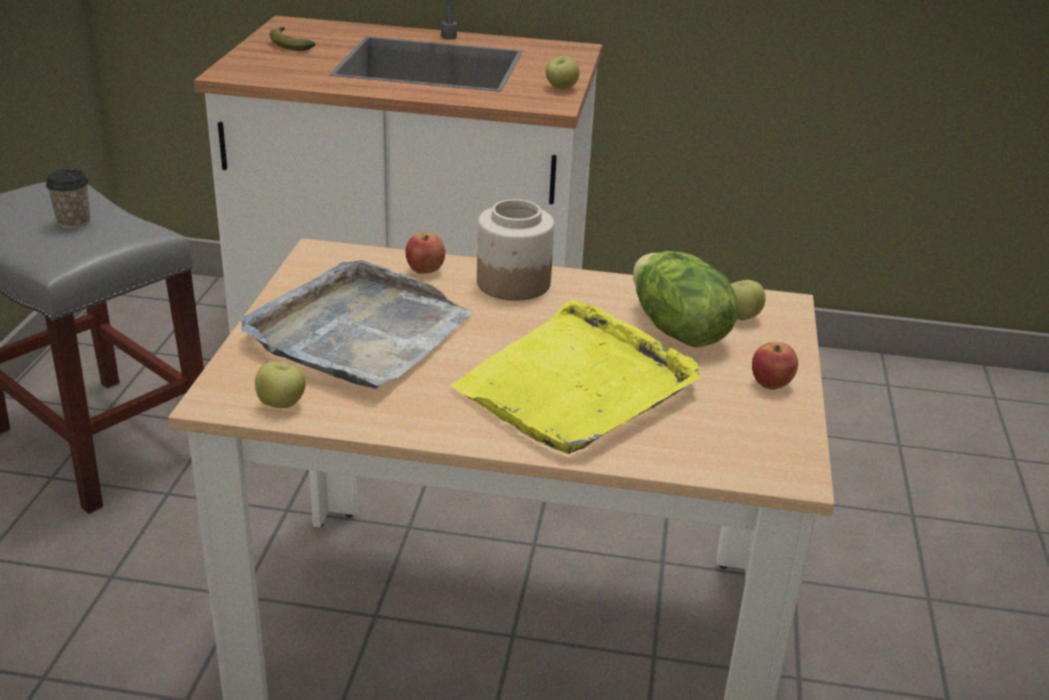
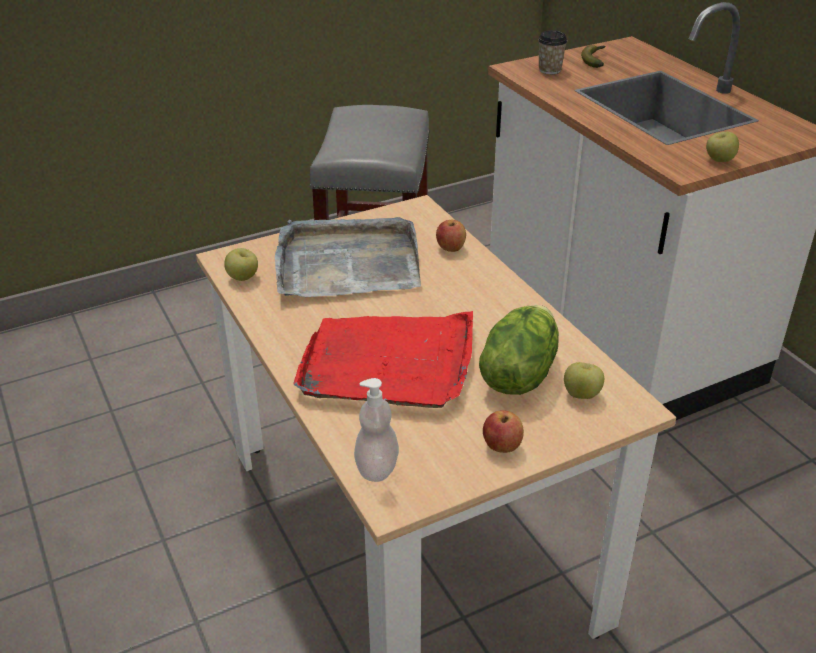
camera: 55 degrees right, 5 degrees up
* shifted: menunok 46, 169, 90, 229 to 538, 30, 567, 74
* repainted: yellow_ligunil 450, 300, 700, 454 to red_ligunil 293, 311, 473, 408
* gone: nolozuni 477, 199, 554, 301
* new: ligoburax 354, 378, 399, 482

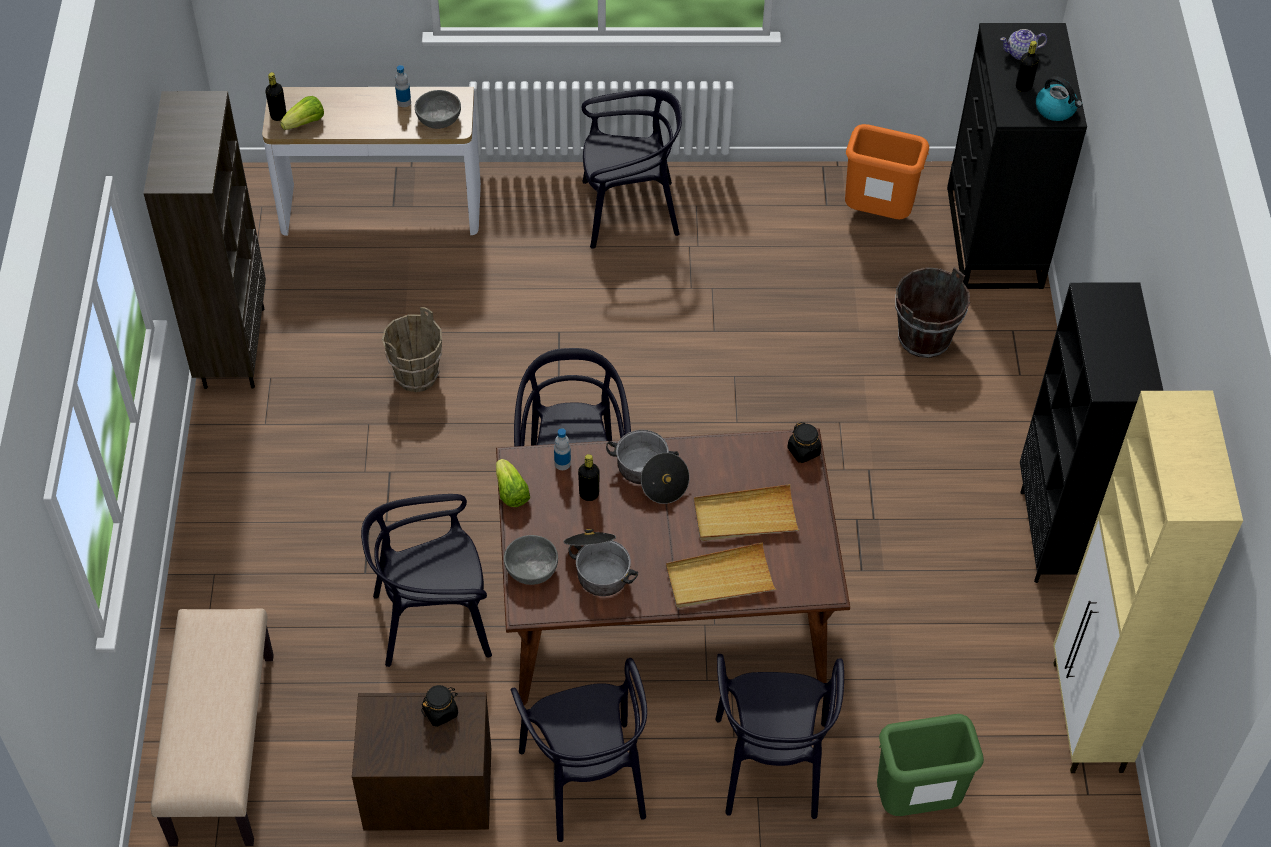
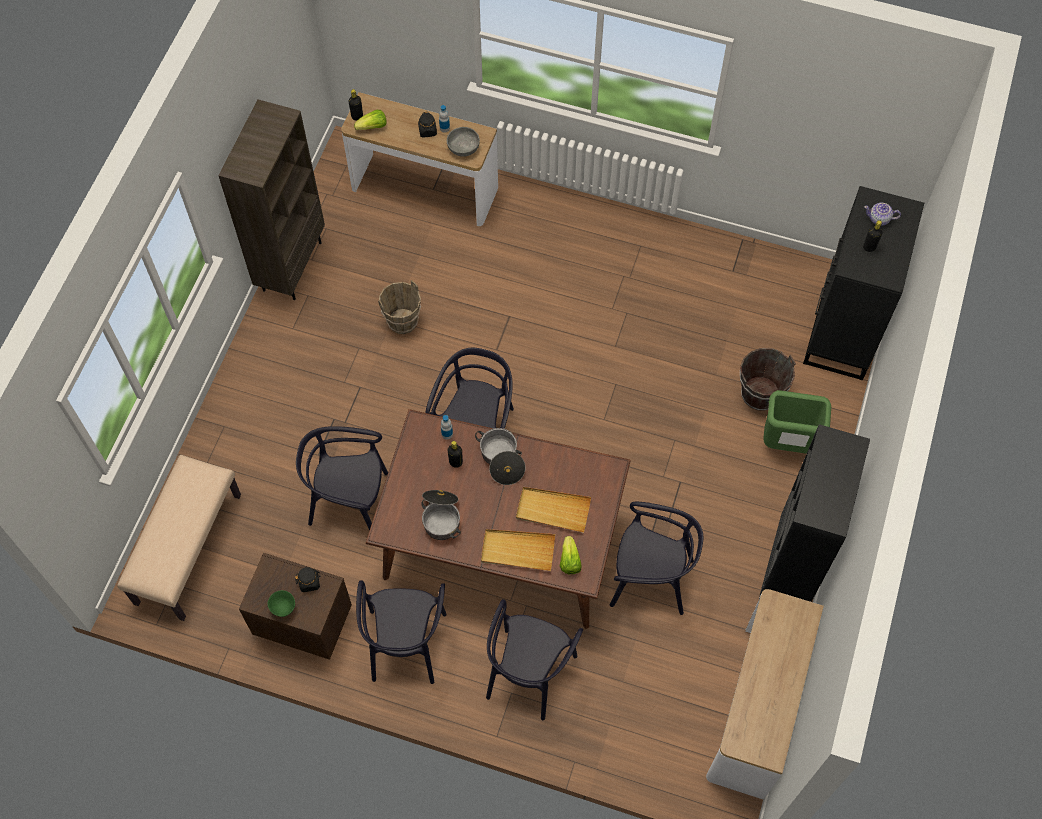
camera: 20 degrees right, 10 degrees up
* shifted: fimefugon 496, 459, 530, 507 to 560, 536, 582, 574
* gone: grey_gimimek 504, 535, 558, 585
* shifted: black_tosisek 582, 89, 682, 249 to 609, 502, 703, 615
* shifted: black_nolozuni 787, 422, 821, 463 to 418, 112, 437, 138
* gone: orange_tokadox 845, 124, 929, 219
* shifted: green_tokadox 877, 714, 984, 816 to 763, 390, 831, 453
* gone: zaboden 1036, 76, 1082, 121
* swapped: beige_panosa 1053, 391, 1243, 773 to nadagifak 706, 589, 824, 799
* new: green_gimimek 268, 590, 295, 617

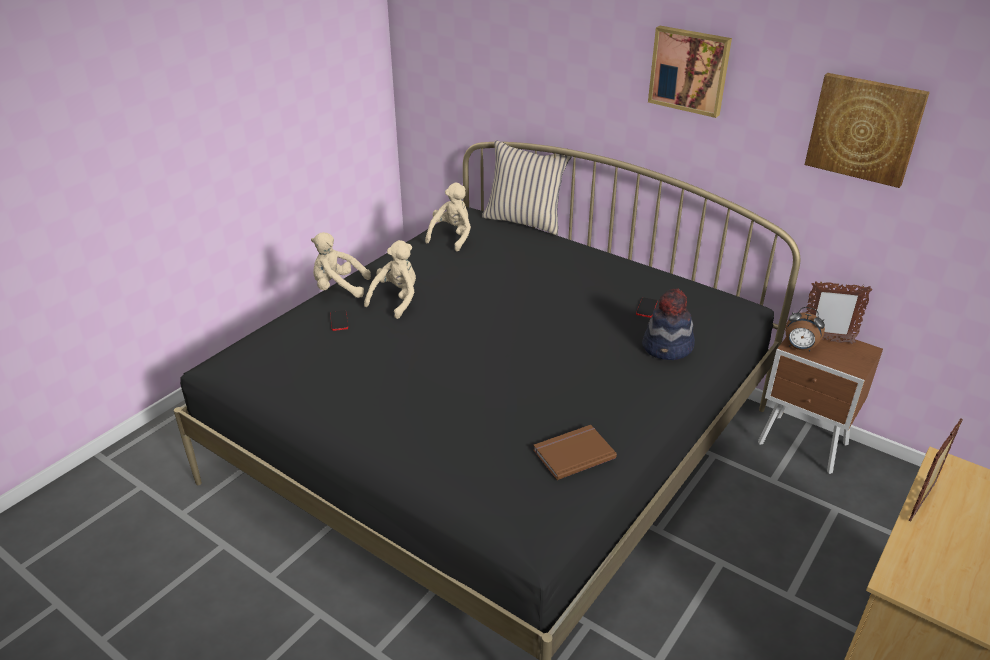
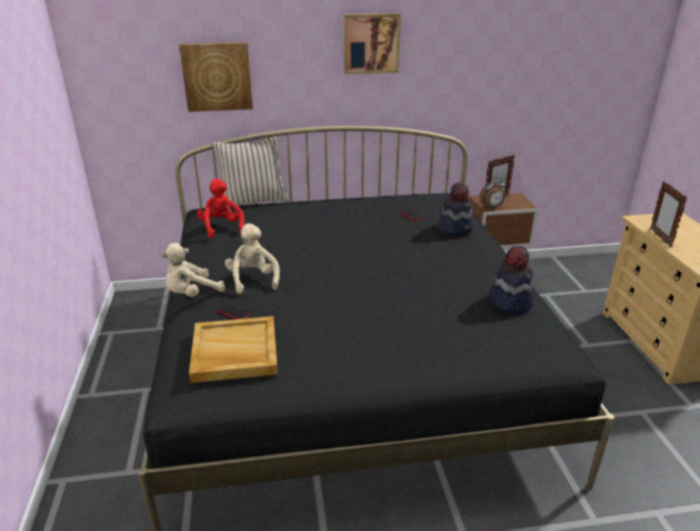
camera: 45 degrees left, 5 degrees down
* repainted: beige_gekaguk 425, 182, 471, 252 to red_gekaguk 197, 179, 244, 238
* swapped: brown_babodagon 534, 425, 617, 480 to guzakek 489, 246, 534, 314
* shifted: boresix 805, 73, 930, 188 to 179, 42, 253, 112
* new: beige_ligunil 189, 316, 278, 383

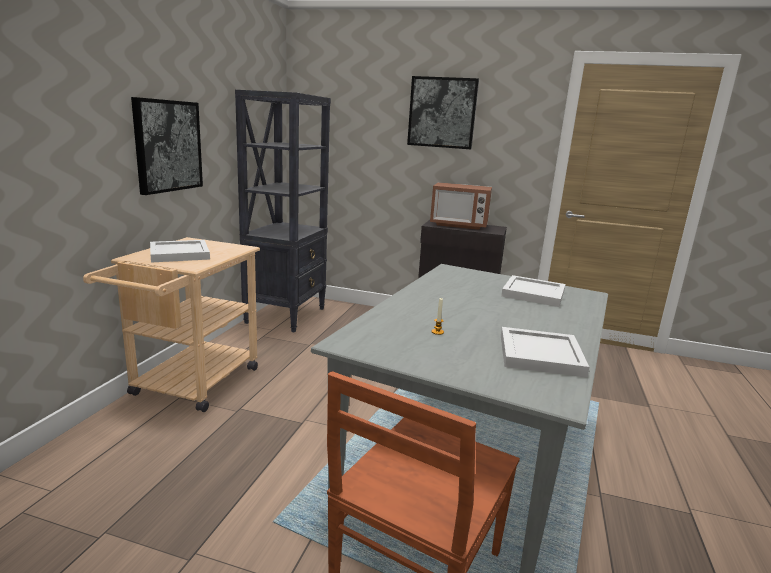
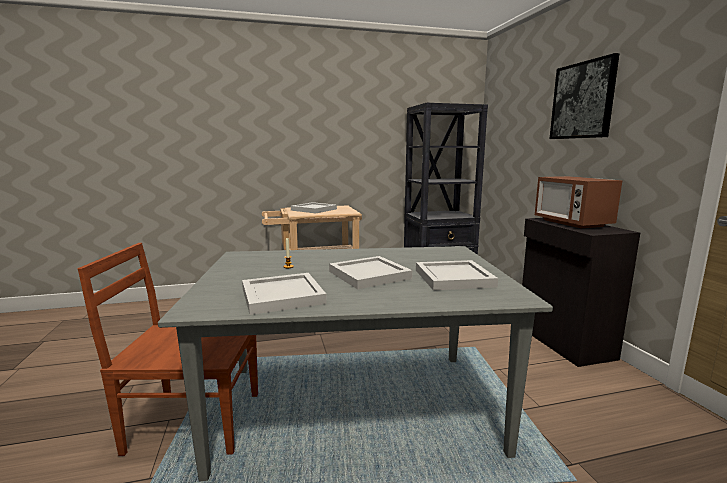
camera: 60 degrees right, 5 degrees down
* gone: boresix 131, 97, 203, 195
* new: white_ligunil 329, 256, 412, 289

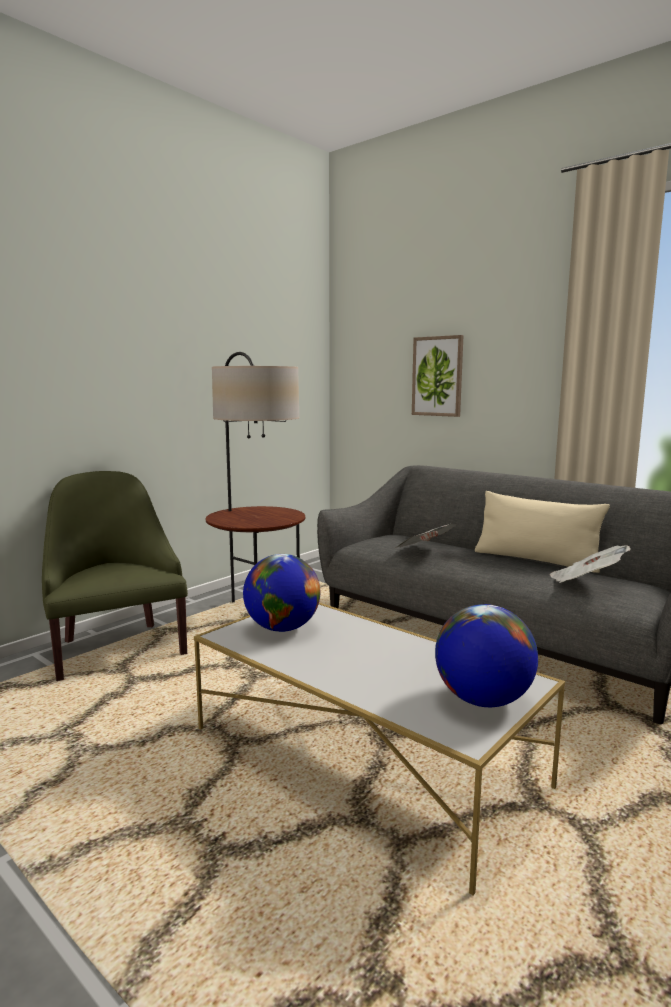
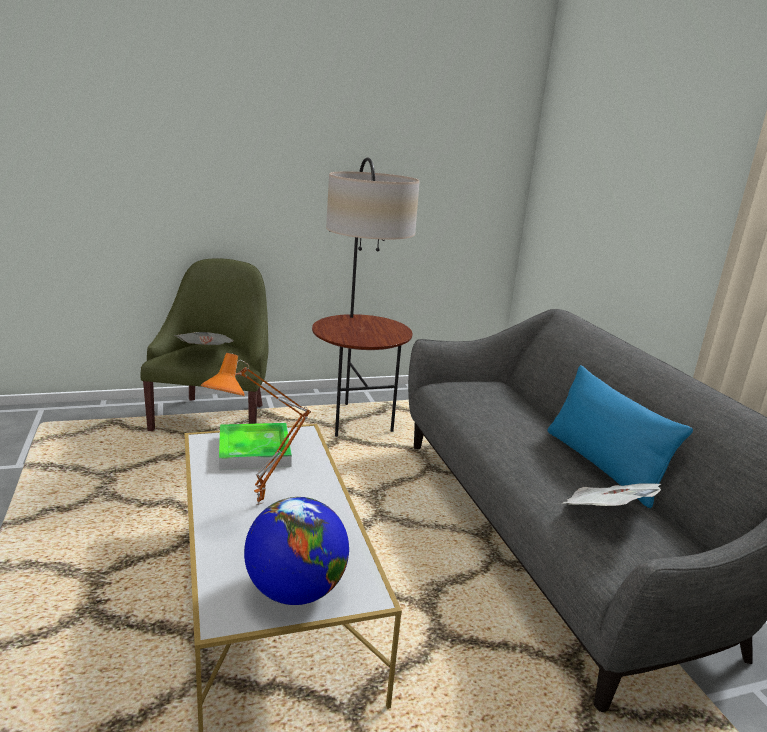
camera: 30 degrees right, 10 degrees up
* swapped: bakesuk 243, 554, 320, 632 to ligunil 219, 423, 292, 470
* shifted: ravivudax 396, 524, 456, 548 to 174, 332, 234, 345
* gone: boresix 412, 335, 464, 417
* repainted: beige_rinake 475, 491, 610, 573 to blue_rinake 547, 365, 693, 508
* new: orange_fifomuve 201, 353, 311, 505

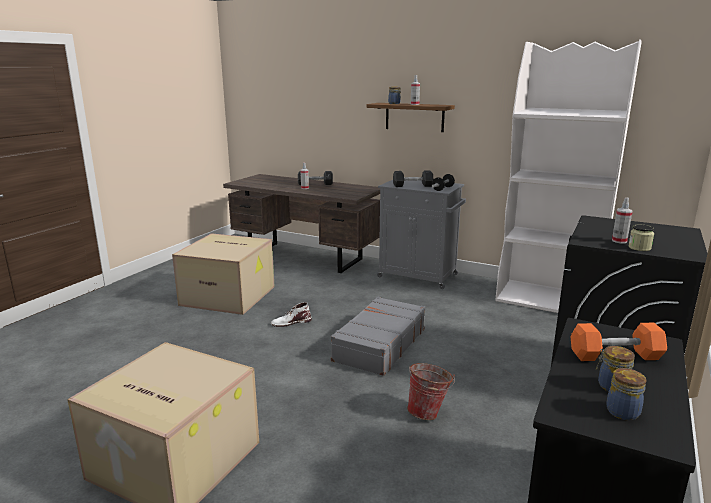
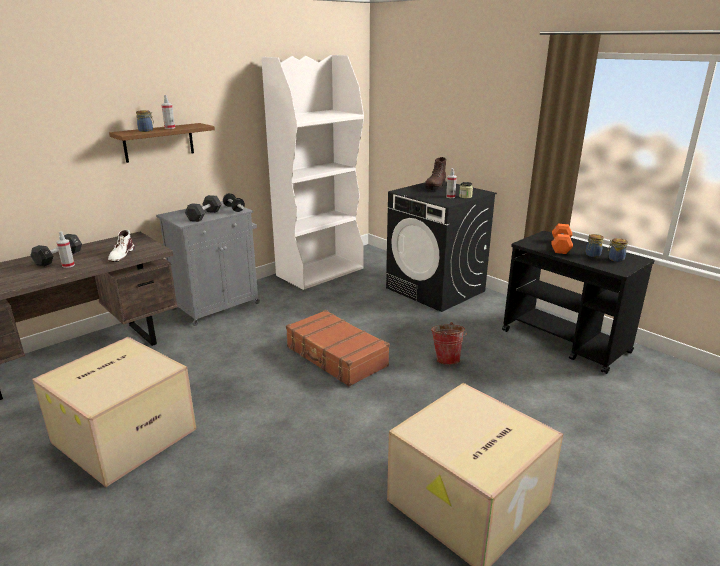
camera: 70 degrees left, 5 degrees up
* shifted: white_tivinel 271, 302, 312, 327 to 108, 230, 135, 262
* repainted: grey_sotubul 331, 297, 425, 376 to brown_sotubul 286, 310, 390, 387
* new: brown_tivinel 425, 157, 446, 190

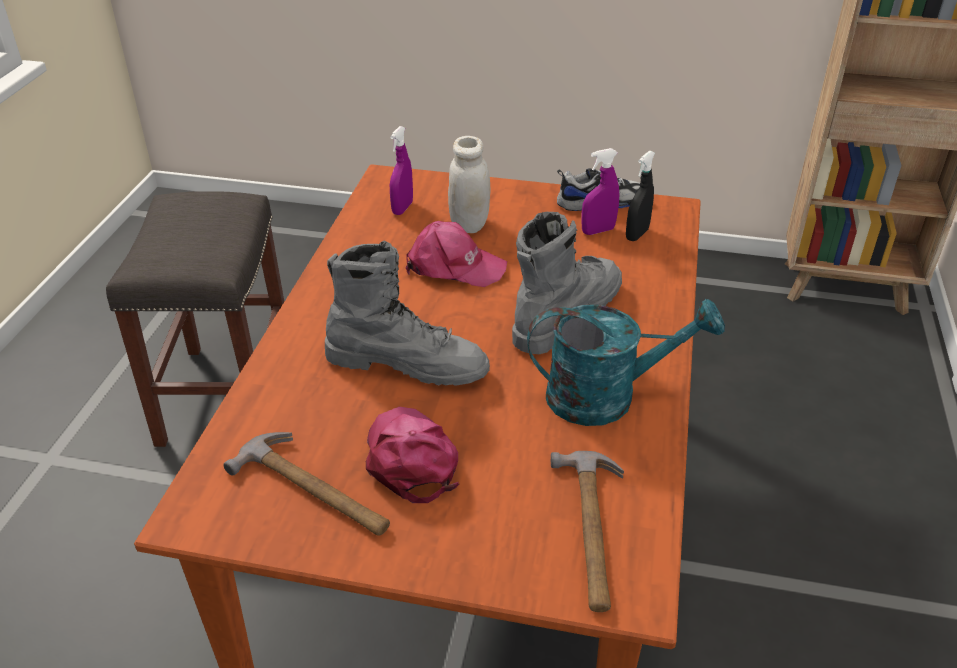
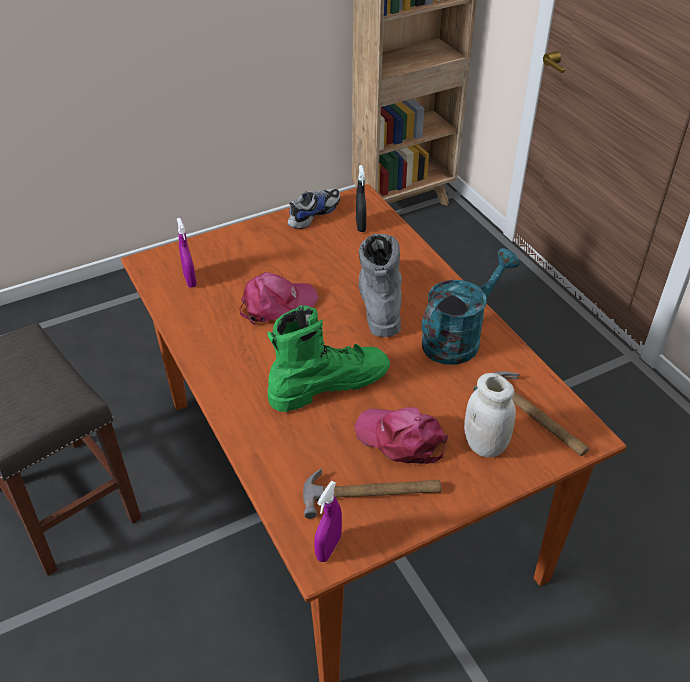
camera: 40 degrees left, 5 degrees up
* repainted: grey_tivinel 325, 240, 490, 386 to green_tivinel 267, 306, 390, 412
* shifted: white_nolozuni 448, 136, 491, 233 to 464, 373, 516, 457
* shifted: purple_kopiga 582, 148, 619, 235 to 314, 481, 342, 562

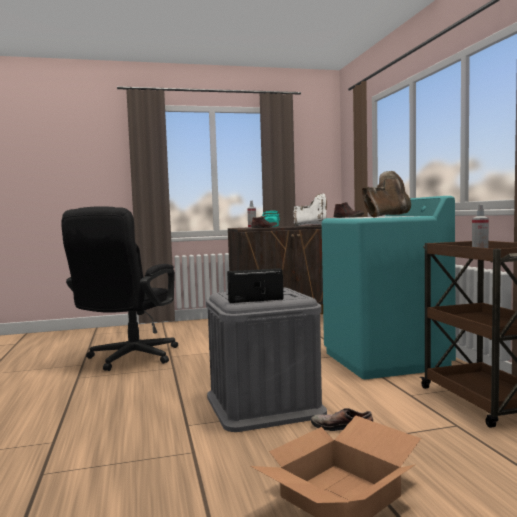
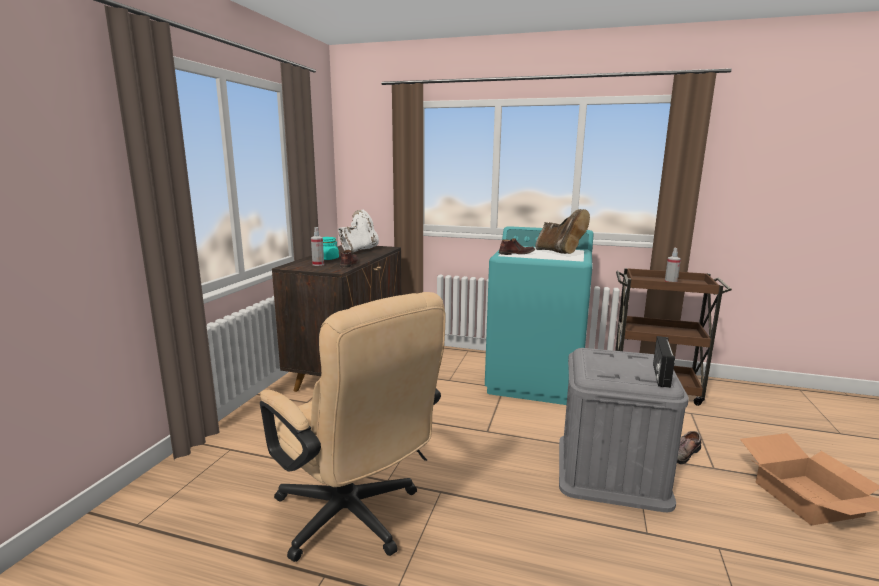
camera: 60 degrees left, 10 degrees up
* repainted: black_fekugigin 61, 206, 178, 371 to beige_fekugigin 260, 292, 446, 562
* rotated: brown_tivinel 362, 171, 411, 218 = 535, 209, 590, 254 150 degrees clockwise

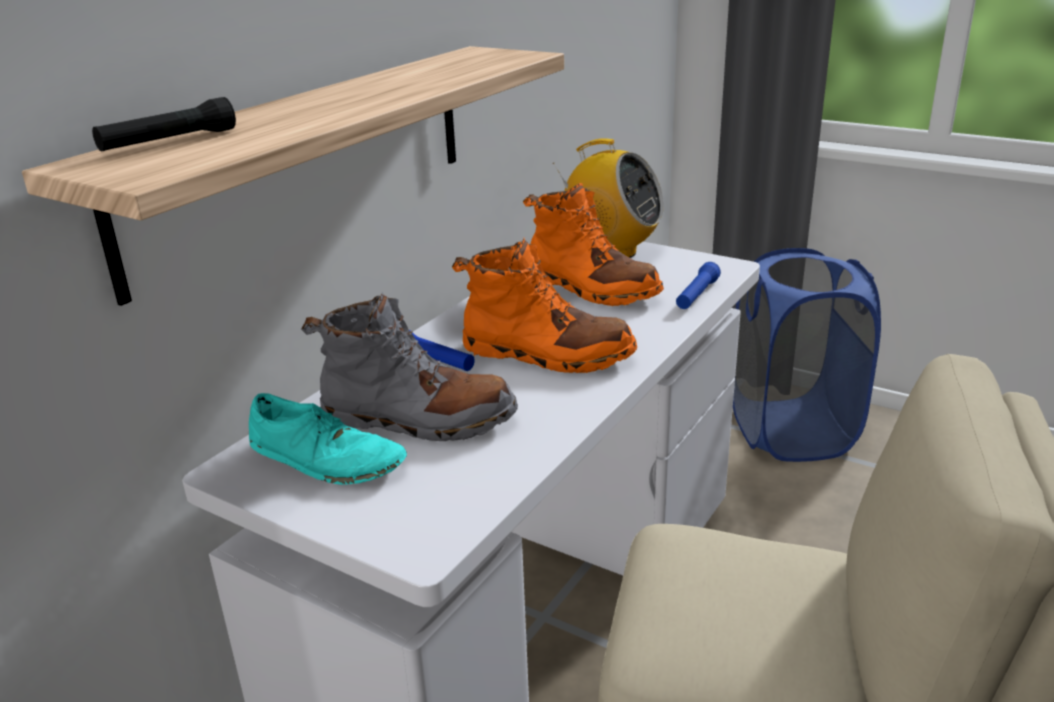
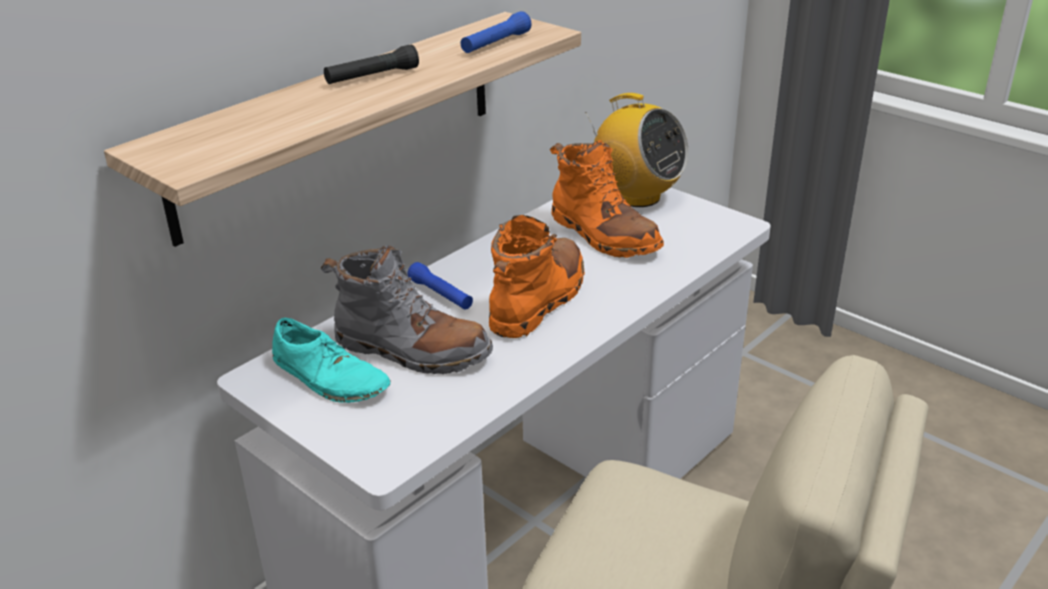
camera: 10 degrees right, 5 degrees up
* shifted: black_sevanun 92, 97, 236, 151 to 324, 45, 419, 84
* rotated: orange_tivinel 452, 238, 637, 373 = 489, 215, 585, 338 90 degrees counterclockwise
* shifted: blue_sevanun 676, 262, 721, 309 to 460, 11, 532, 53
* gone: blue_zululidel 733, 248, 881, 462

